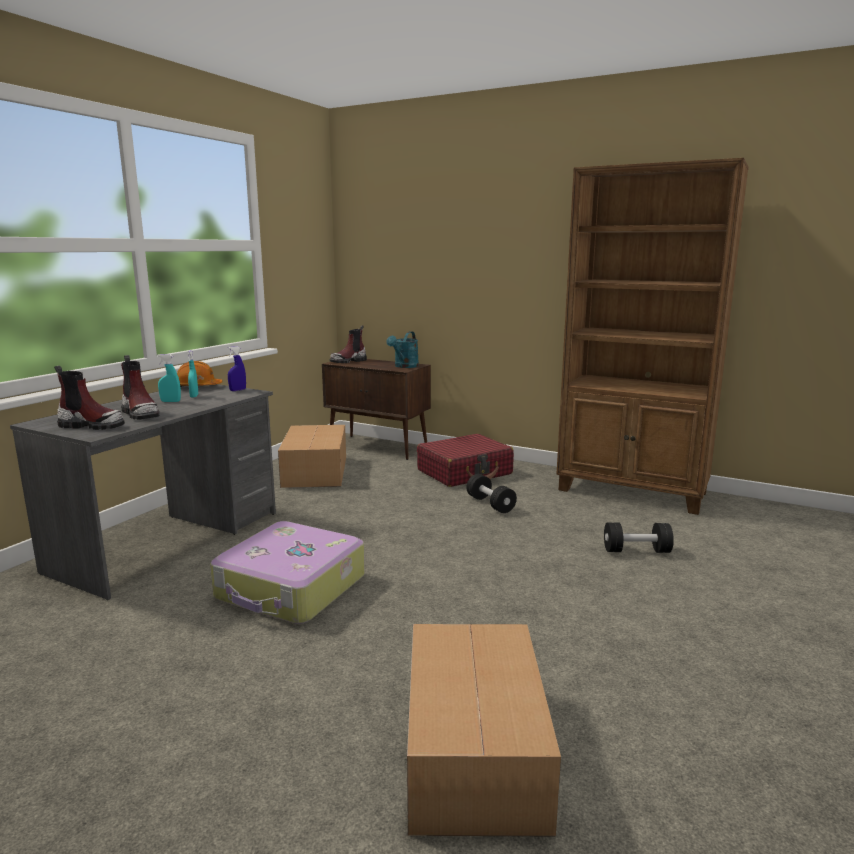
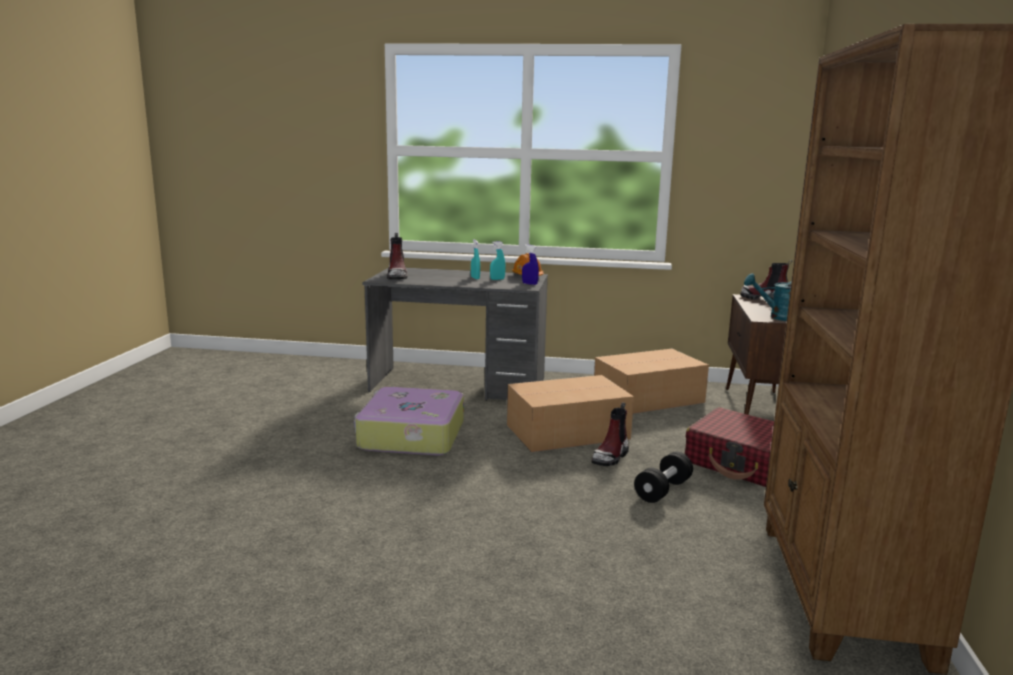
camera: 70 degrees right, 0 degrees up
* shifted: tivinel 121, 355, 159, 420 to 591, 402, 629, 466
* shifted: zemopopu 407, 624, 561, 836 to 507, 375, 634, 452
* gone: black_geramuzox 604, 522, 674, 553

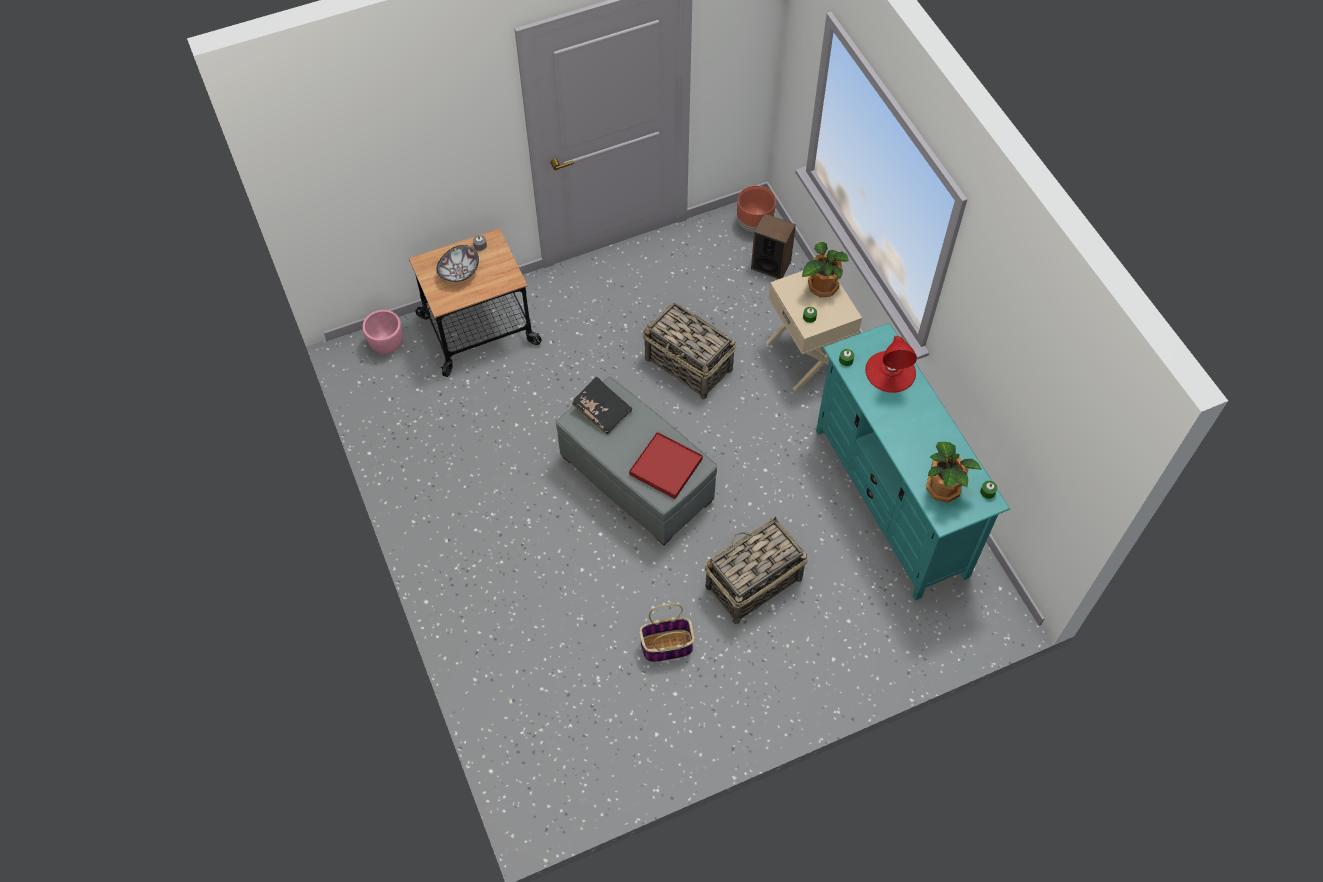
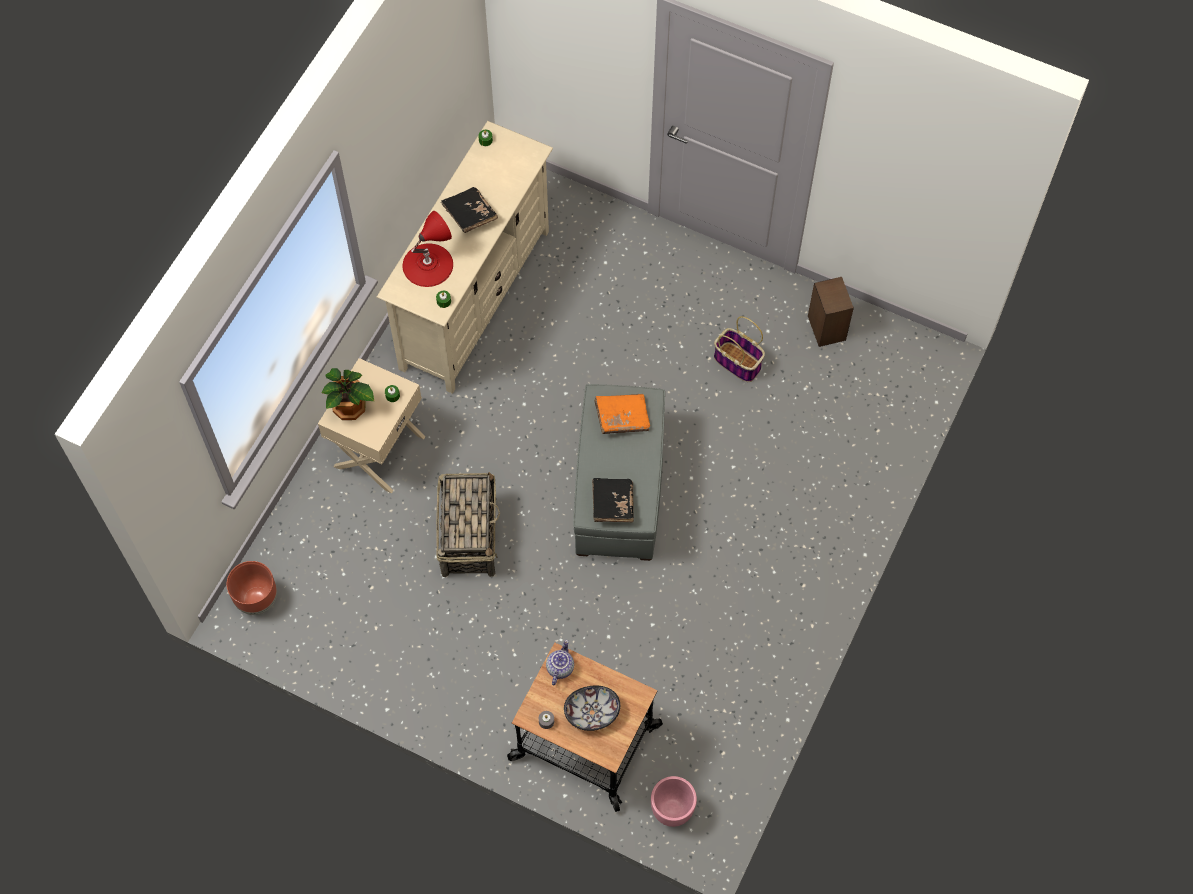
camera: 130 degrees left, 5 degrees up
* swapped: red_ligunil 629, 432, 703, 499 to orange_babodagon 594, 394, 650, 434
* gone: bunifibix 705, 517, 808, 624
* shifted: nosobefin 751, 213, 796, 279 to 808, 277, 854, 347
* repainted: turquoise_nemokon 816, 323, 1010, 601 to beige_nemokon 377, 121, 553, 394
* gone: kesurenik 926, 442, 982, 503
* new: black_babodagon 441, 187, 498, 233
* new: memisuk 546, 640, 574, 686

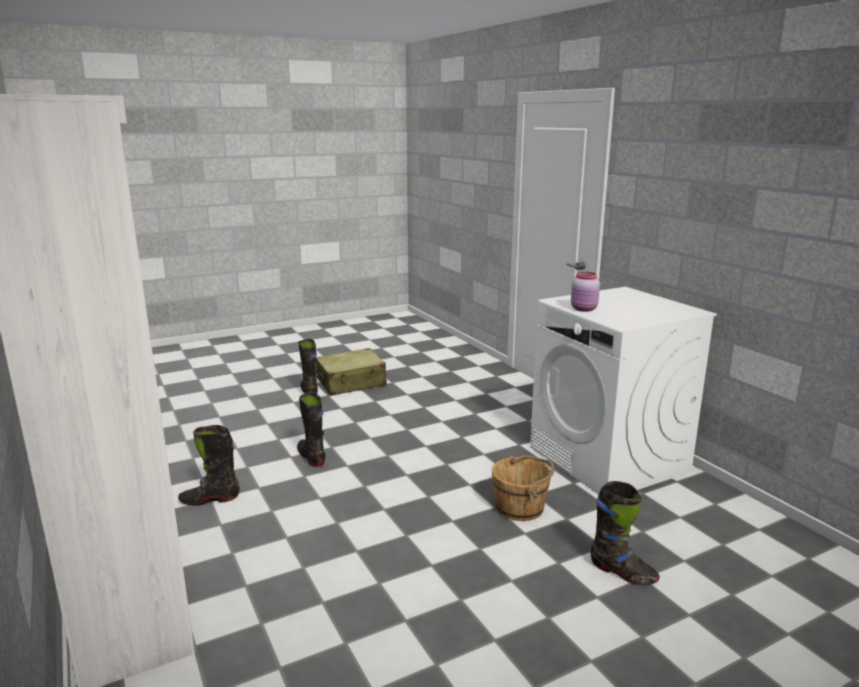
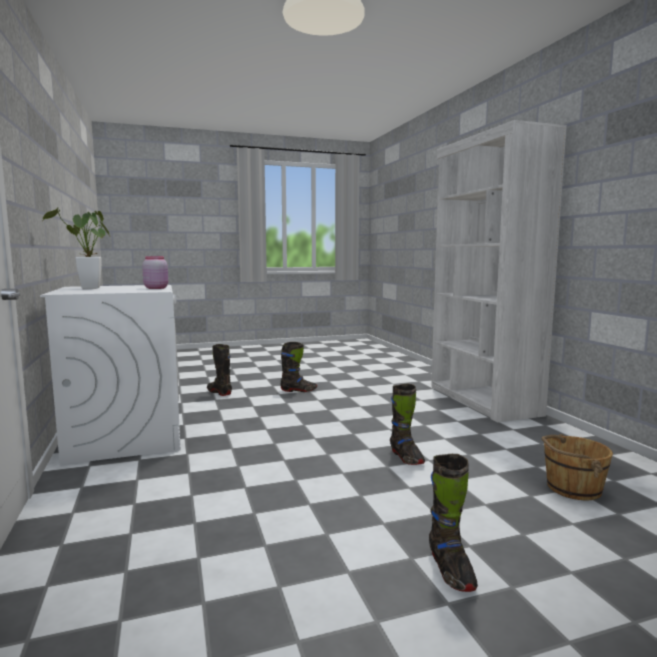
camera: 170 degrees left, 10 degrees down
* shifted: black_tivinel 178, 425, 240, 505 to 280, 342, 317, 392
* gone: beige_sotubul 316, 348, 387, 396
* shifted: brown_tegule 492, 455, 554, 521 to 541, 434, 613, 500
* new: kesurenik 43, 207, 109, 289

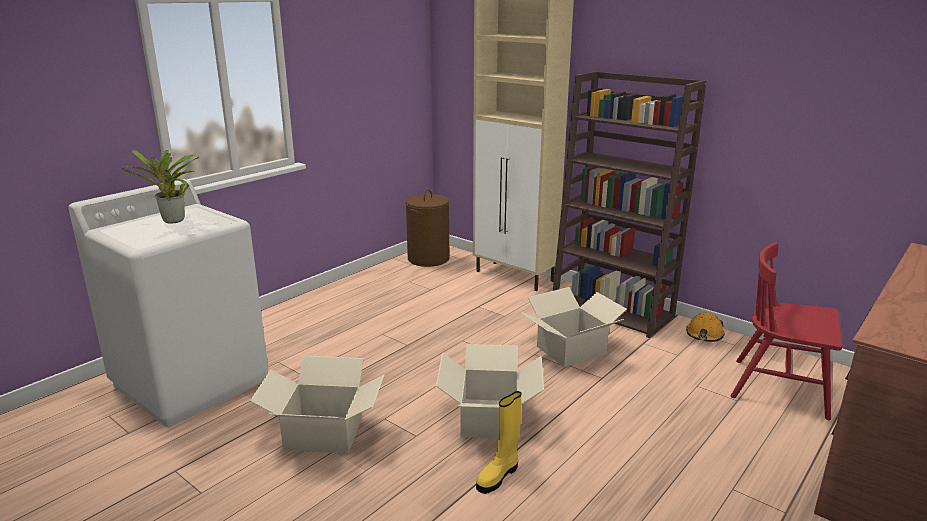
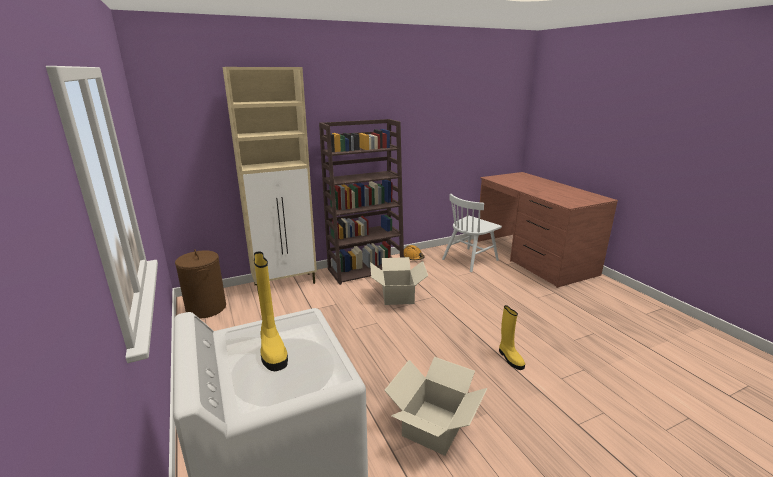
camera: 65 degrees left, 0 degrees up
* swapped: kesurenik 122, 150, 199, 224 to yellow_tivinel 254, 251, 288, 371
* gone: zemopopu 436, 344, 544, 439
* repainted: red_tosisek 731, 242, 842, 420 to white_tosisek 442, 194, 502, 272

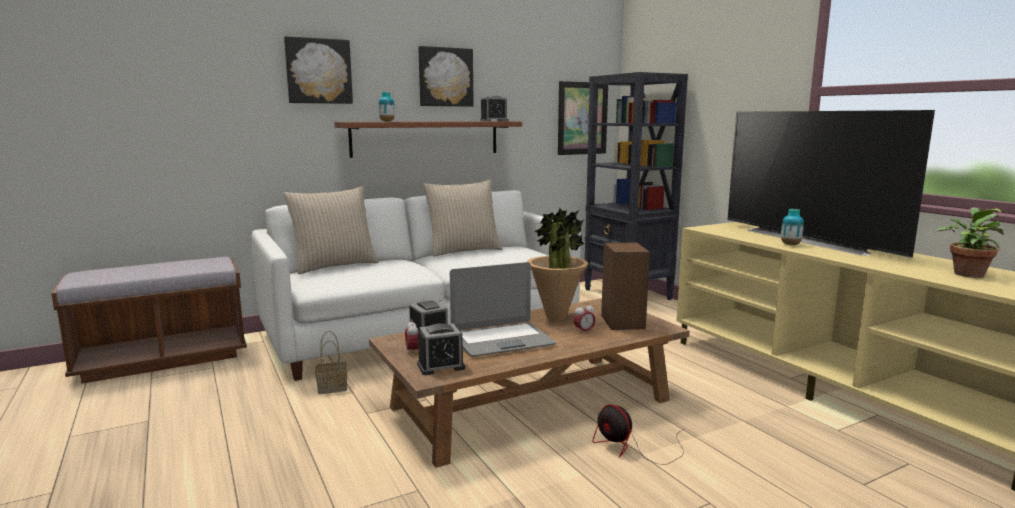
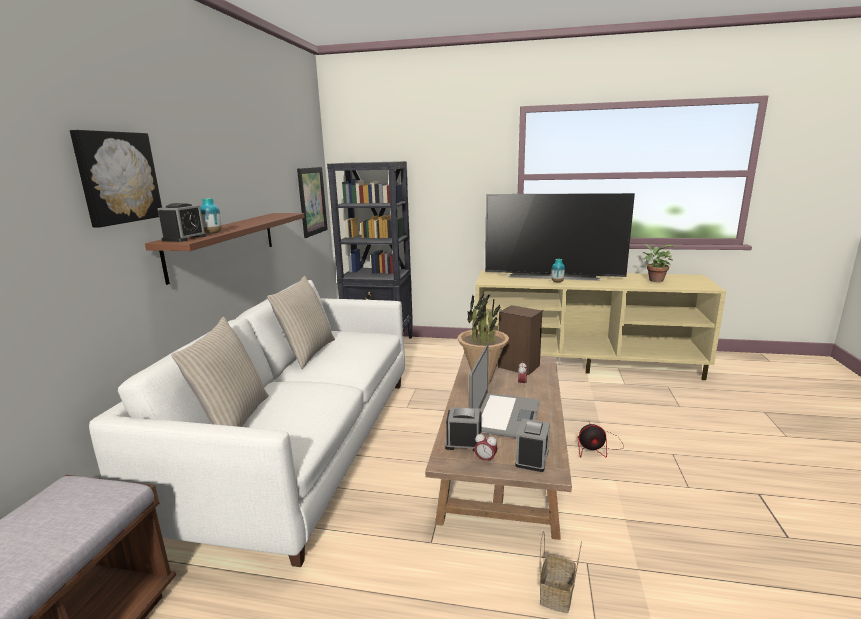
camera: 50 degrees left, 5 degrees up
* shifted: bunifibix 315, 331, 347, 394 to 540, 531, 582, 614
* gone: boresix 418, 46, 474, 106
* shifted: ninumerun 480, 96, 508, 121 to 157, 203, 207, 242

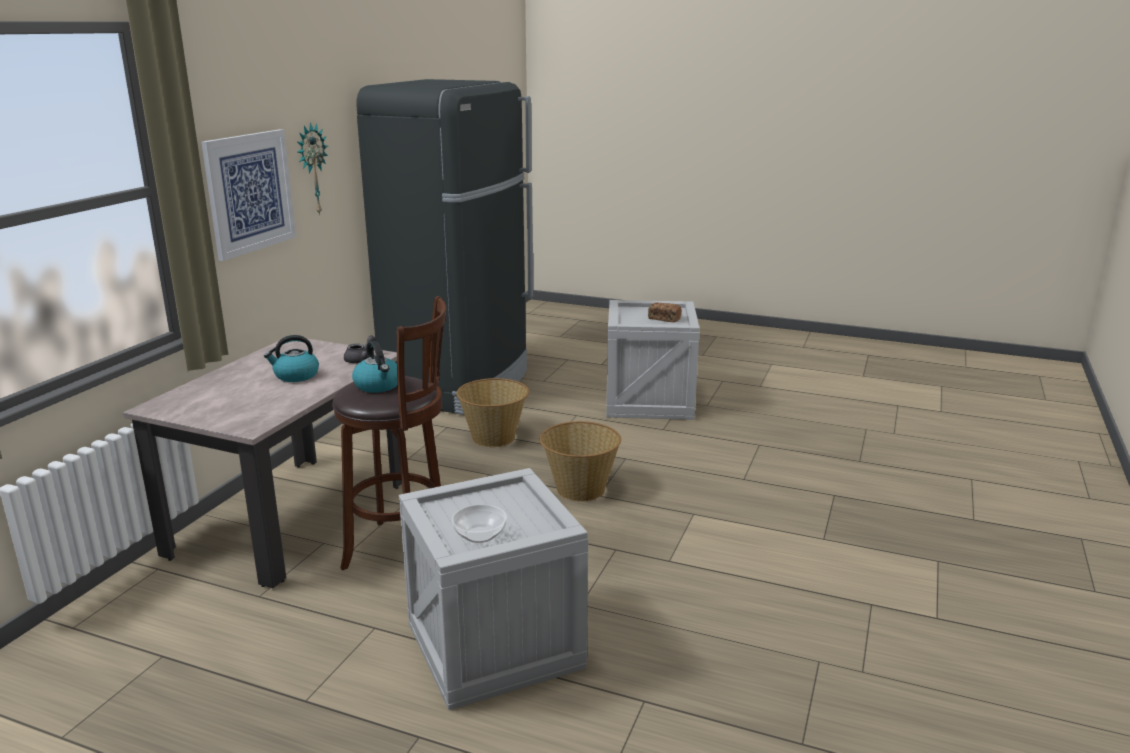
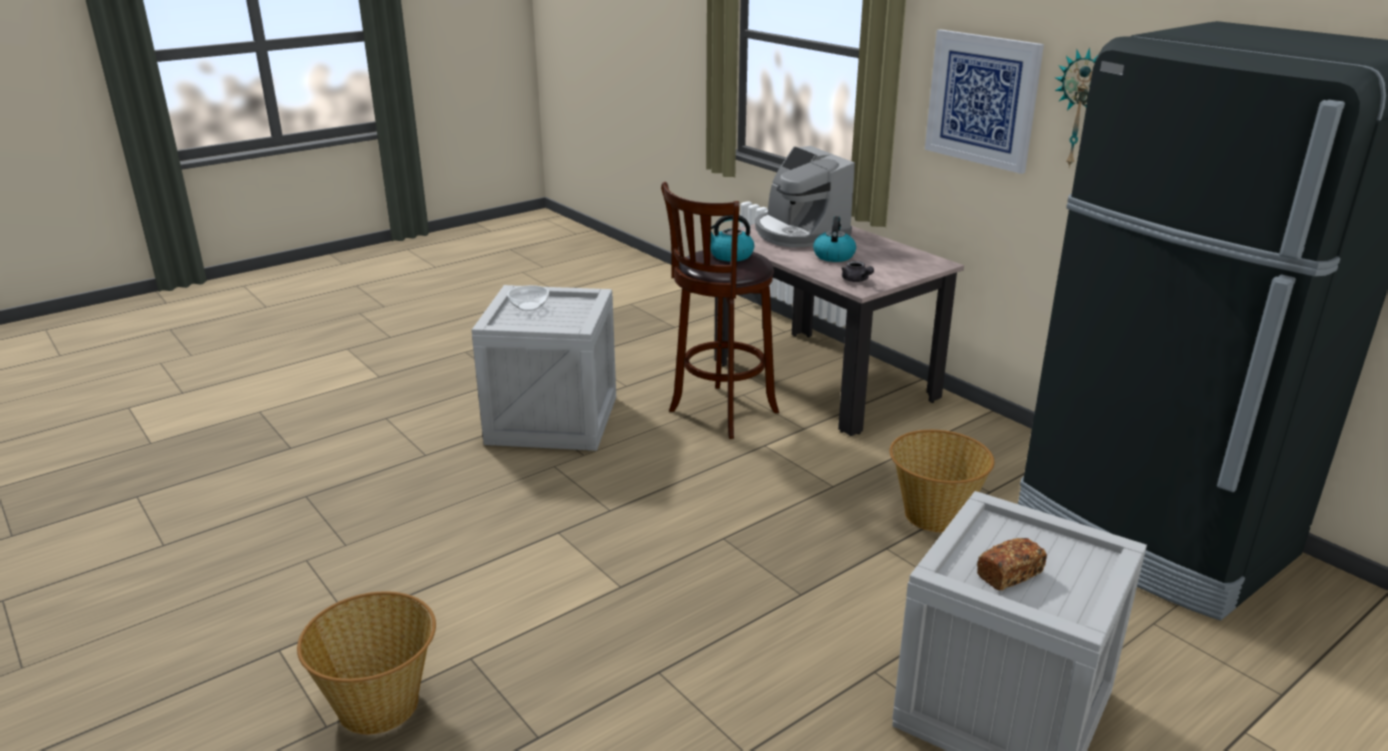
camera: 120 degrees right, 5 degrees up
* shifted: bunifibix 540, 421, 621, 502 to 297, 591, 436, 734
* new: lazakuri 755, 146, 855, 248

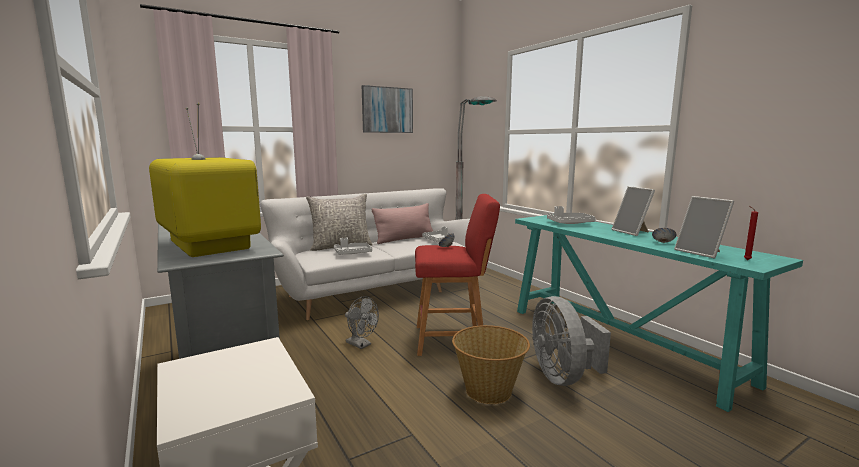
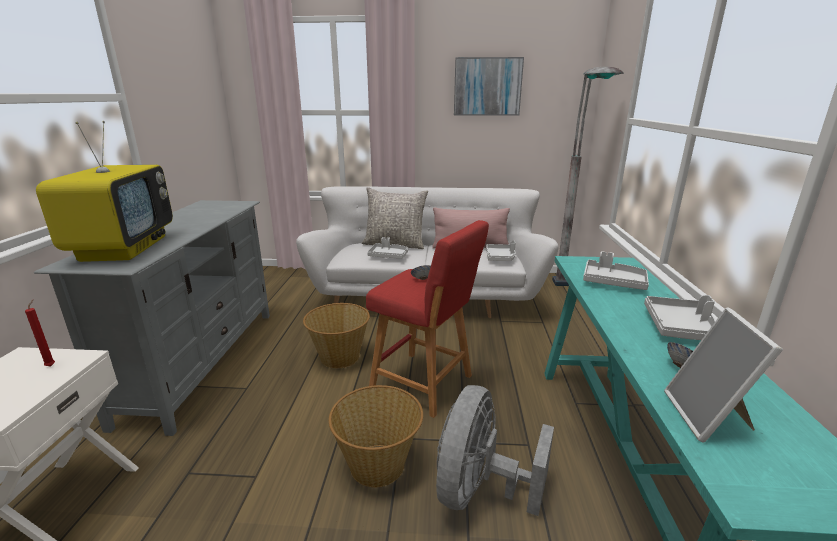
camera: 35 degrees right, 10 degrees up
* swapped: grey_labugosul 345, 296, 379, 349 to bunifibix 303, 303, 370, 368
* swapped: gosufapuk 612, 186, 655, 236 to grey_ligunil 644, 295, 715, 340
* shifted: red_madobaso 744, 206, 758, 260 to 25, 300, 55, 367

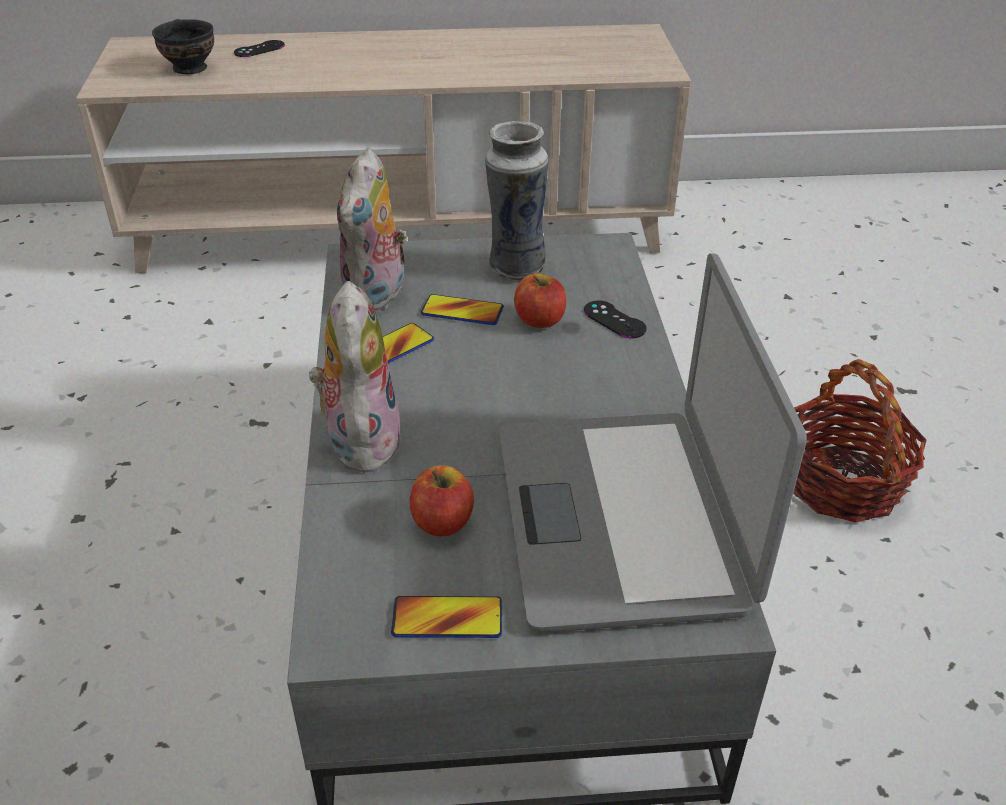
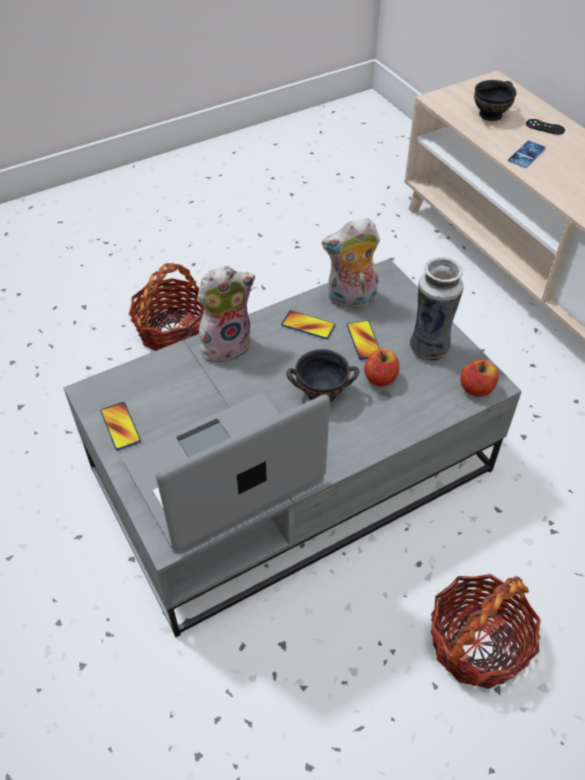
camera: 65 degrees right, 10 degrees up
* shifted: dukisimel 410, 465, 474, 536 to 460, 359, 498, 397
* gone: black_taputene 584, 301, 647, 338
* new: bunifibix 129, 263, 204, 351
* new: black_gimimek 286, 349, 359, 402
* new: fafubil 508, 141, 546, 168

